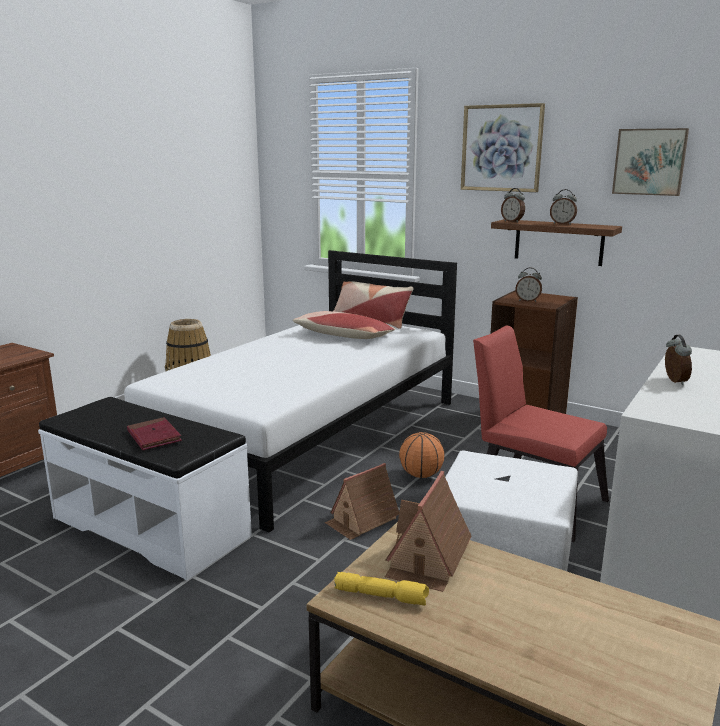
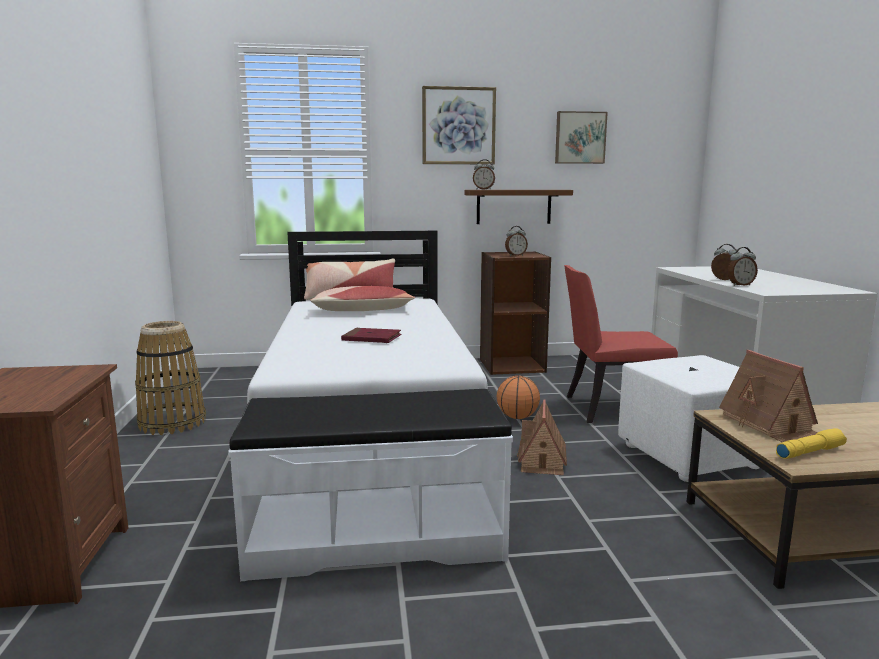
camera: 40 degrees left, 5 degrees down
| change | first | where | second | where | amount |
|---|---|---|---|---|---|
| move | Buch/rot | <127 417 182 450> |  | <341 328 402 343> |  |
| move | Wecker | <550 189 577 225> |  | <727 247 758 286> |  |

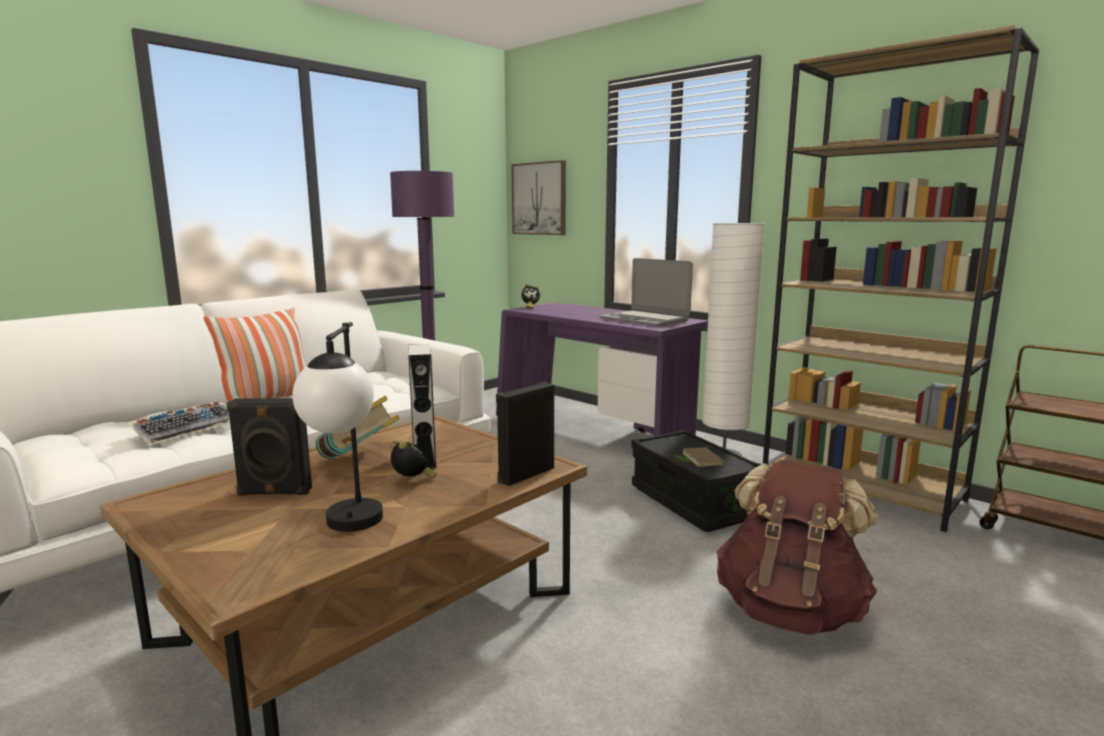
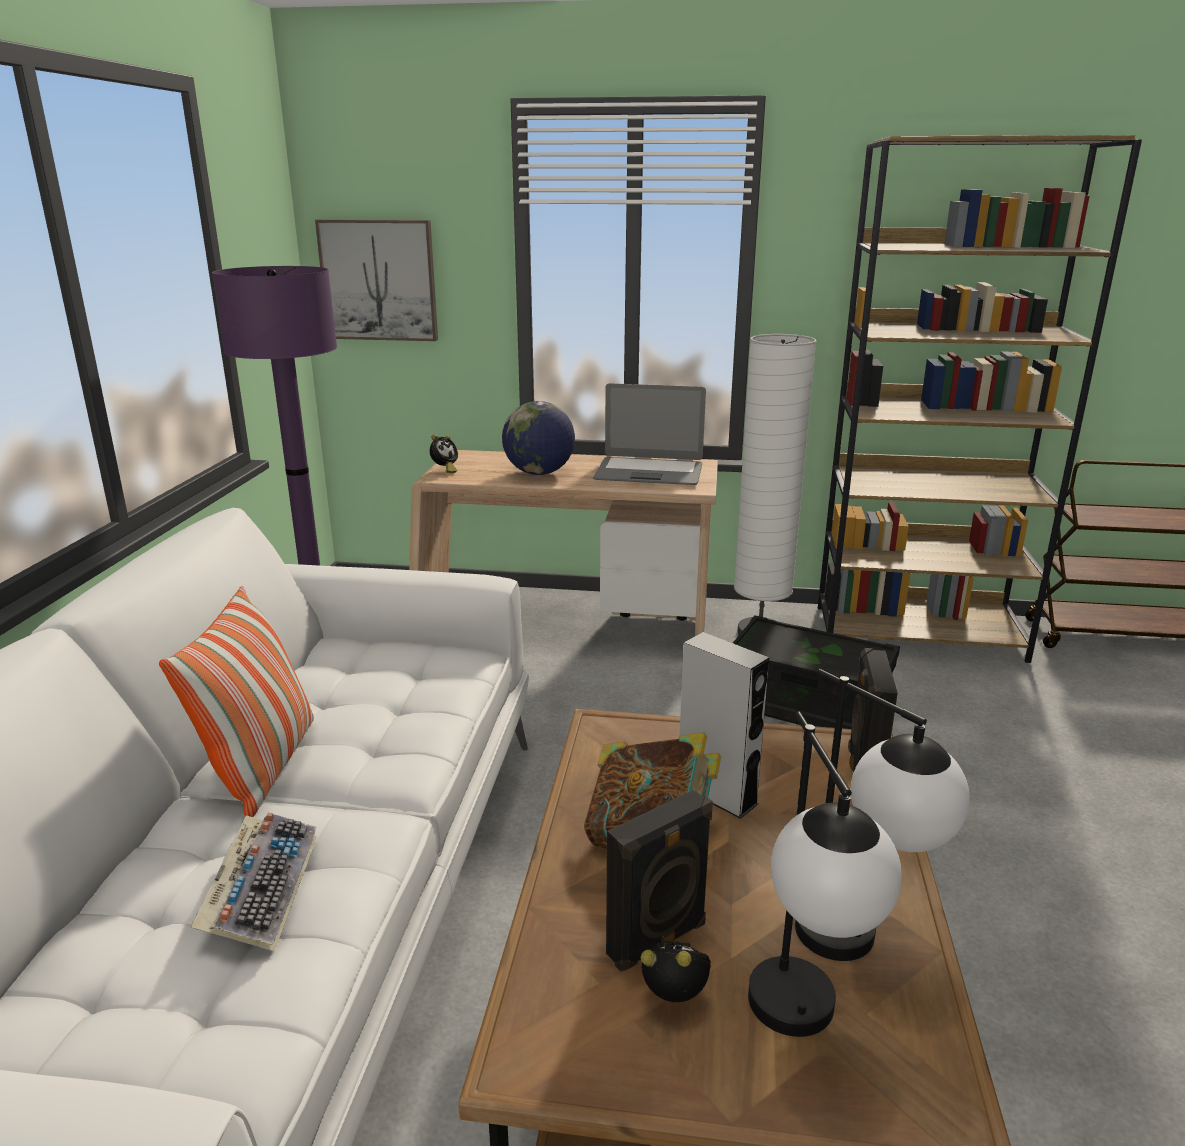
camera: 35 degrees left, 10 degrees up
| change | first | where | second | where | amount |
|---|---|---|---|---|---|
| delete | Buch/braun | <683 446 725 467> |  |  |  |
| delete | Rucksack/braun | <716 460 878 635> |  |  |  |
| insert |  |  | Globus | <502 401 575 475> |  |
| insert |  |  | Tischlampe | <748 712 902 1037> |  |
| move | Wecker | <390 441 437 478> |  | <641 940 711 1002> |  |
| recolor | Schreibtisch/lila | <496 302 708 436> | Schreibtisch/beige | <409 450 718 636> |  |

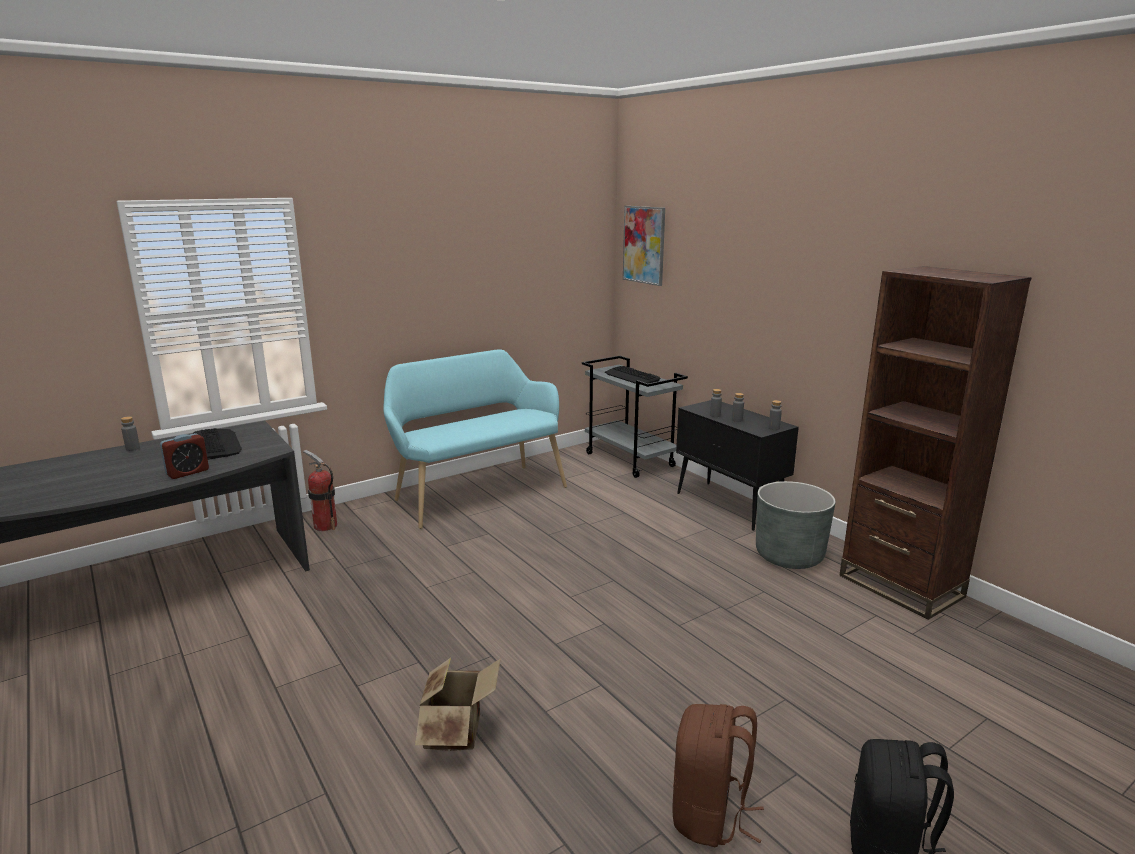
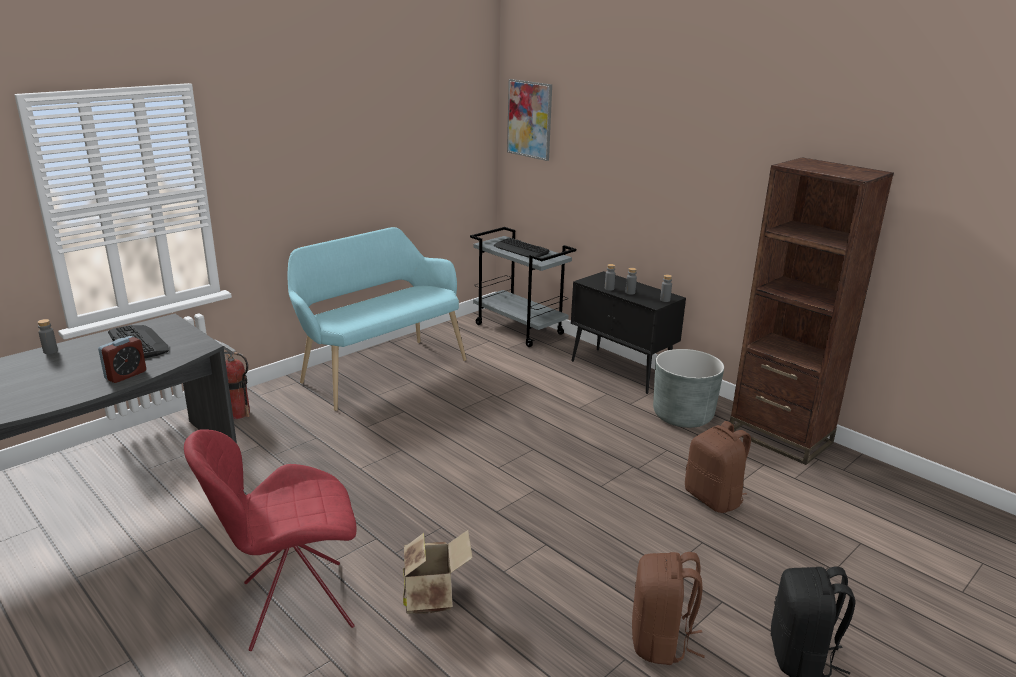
camera: 10 degrees left, 5 degrees up
| change | first | where | second | where | amount |
|---|---|---|---|---|---|
| insert |  |  | Stuhl/rot | <184 429 356 651> |  |
| insert |  |  | Rucksack/braun | <685 421 751 513> |  |

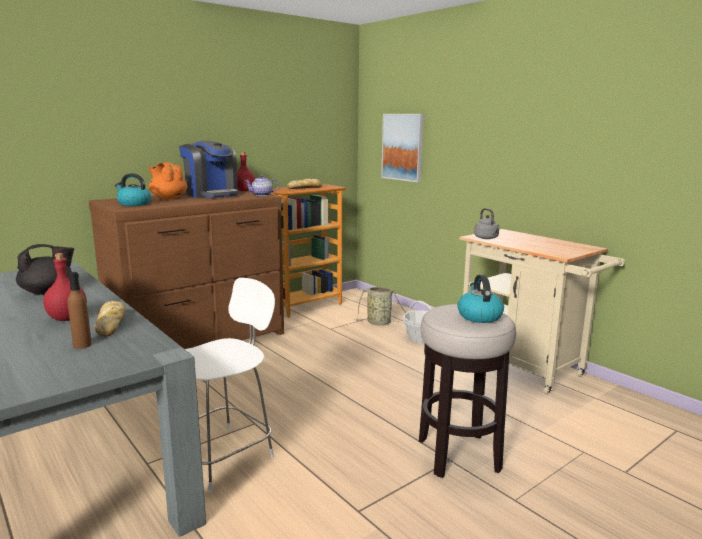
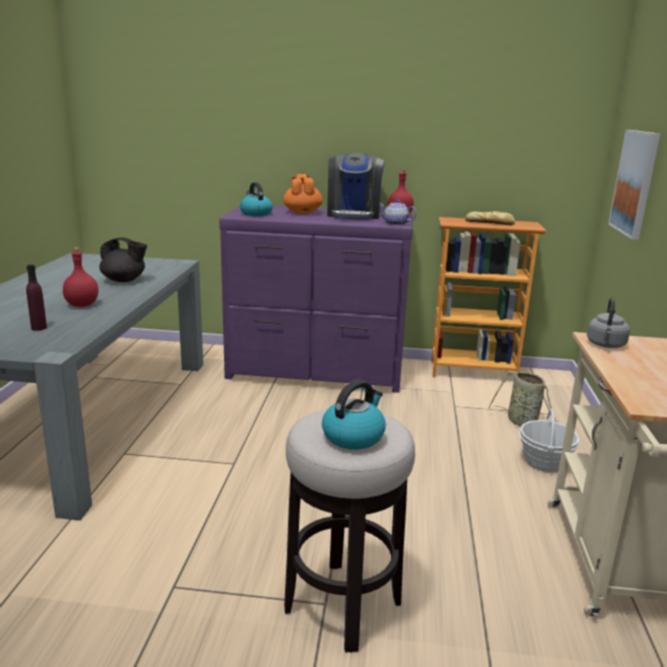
camera: 45 degrees right, 5 degrees up
| change | first | where | second | where | amount |
|---|---|---|---|---|---|
| delete | Brot | <95 301 125 337> |  |  |  |
| delete | Stuhl/weiß | <185 278 275 493> |  |  |  |
| recolor | Flasche/braun | <68 272 92 349> | Flasche/lila | <26 264 47 331> |  |
| recolor | Kommode/braun | <89 191 284 349> | Kommode/lila | <219 206 412 393> |  |

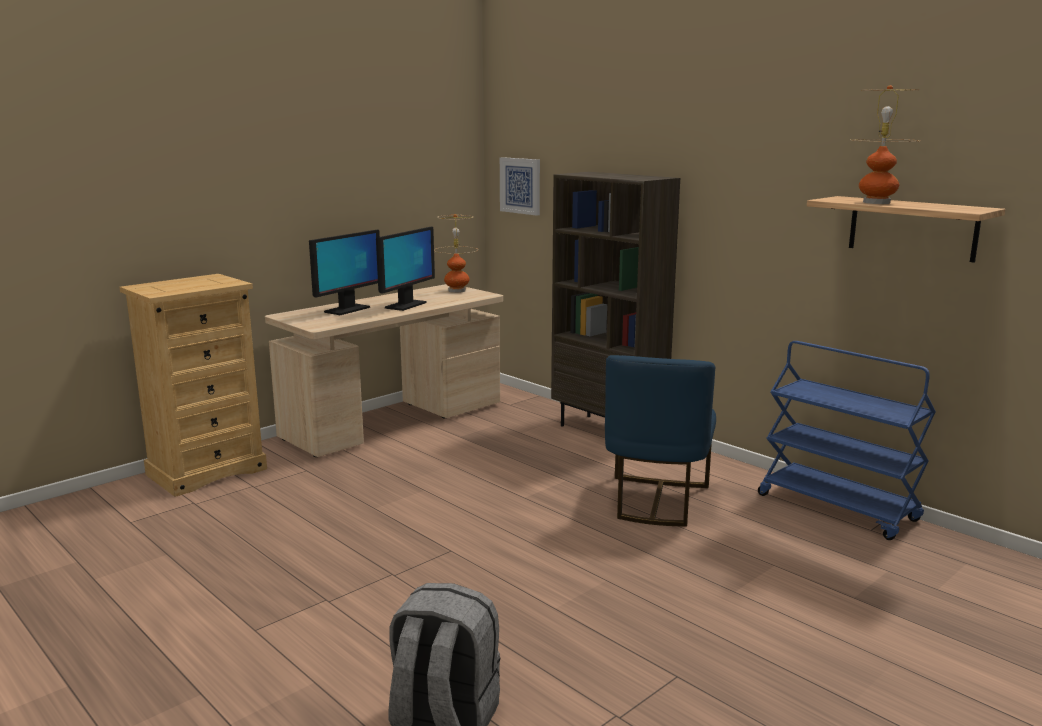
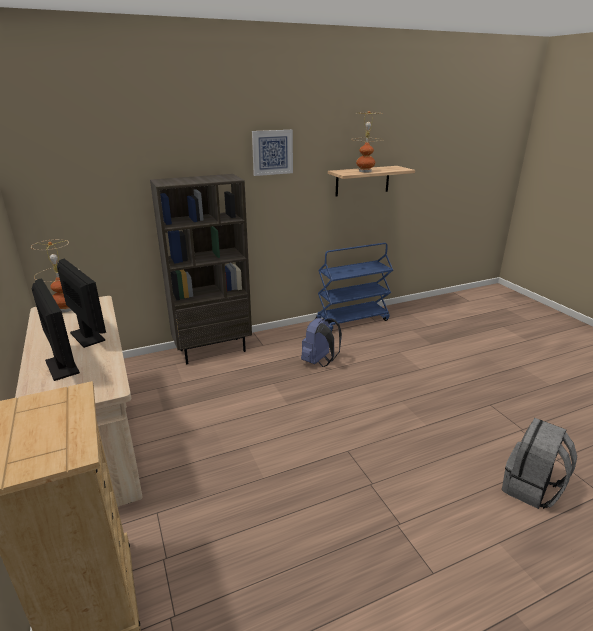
camera: 70 degrees left, 10 degrees up
| change | first | where | second | where | amount |
|---|---|---|---|---|---|
| move | Bild | <500 157 540 216> |  | <252 130 293 176> |  |
| replace | Stuhl/blau | <605 355 716 527> | Rucksack/blau | <301 318 342 367> |  |

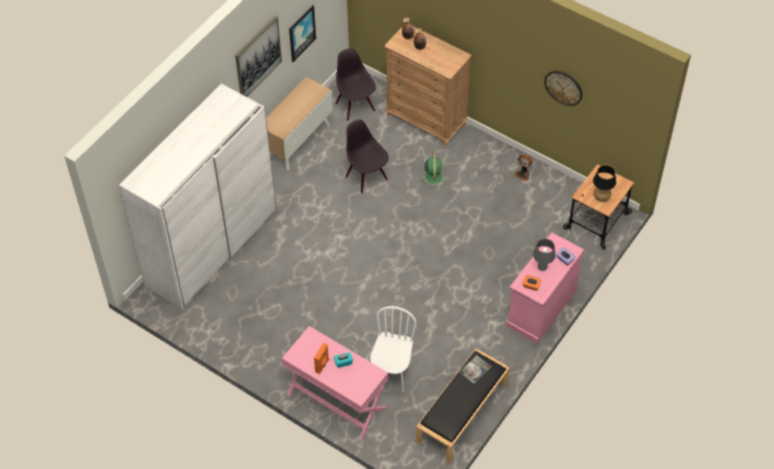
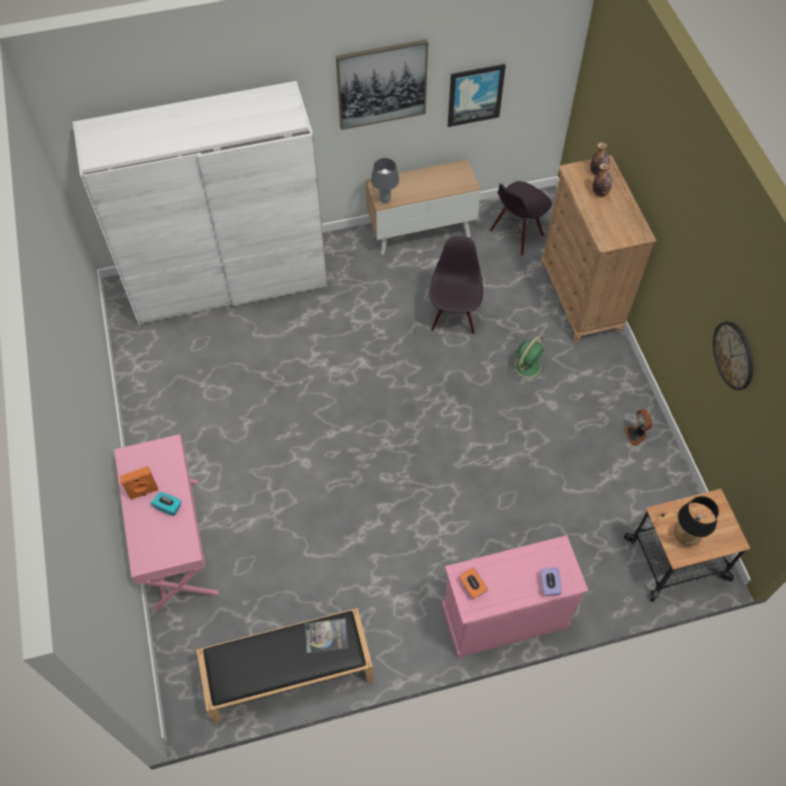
camera: 40 degrees right, 5 degrees up
| change | first | where | second | where | amount |
|---|---|---|---|---|---|
| delete | Stuhl/weiß | <370 306 417 392> |  |  |  |
| move | Tischlampe/grau | <533 239 556 271> |  | <371 158 399 203> |  |
| rotate | Stuhl/schwarz | <336 48 376 121> |  | <490 181 552 256> | 150 degrees counterclockwise |

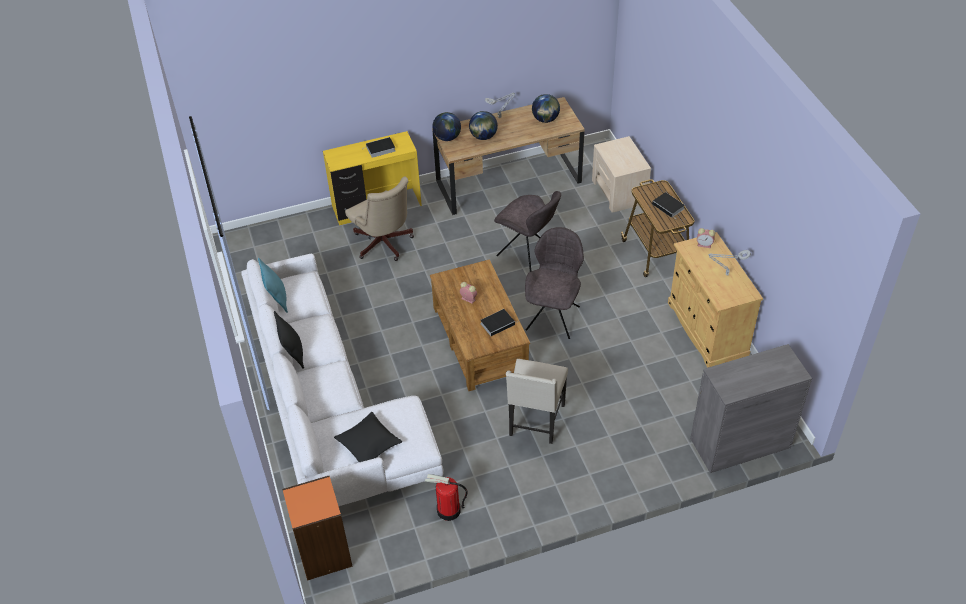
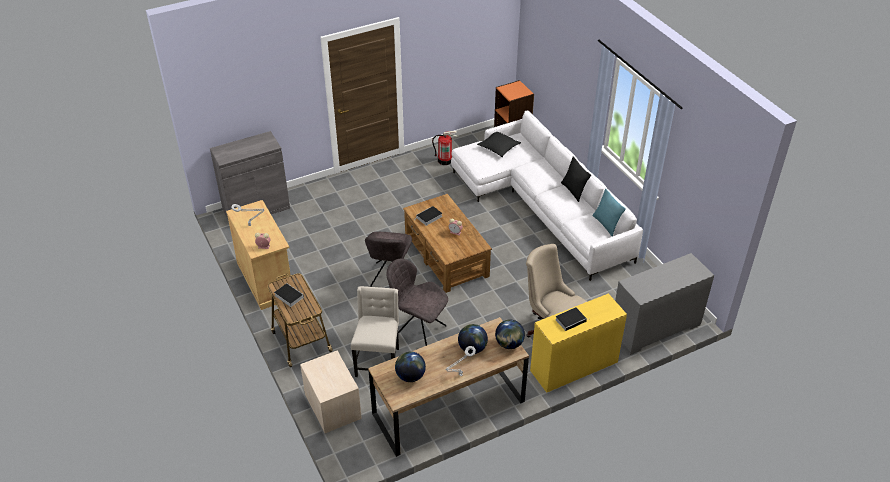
camera: 170 degrees right, 5 degrees down
| change | first | where | second | where | amount |
|---|---|---|---|---|---|
| insert |  |  | Kommode/grau | <615 253 714 355> |  |
| move | Stuhl/beige | <506 359 568 444> |  | <351 286 399 377> |  |

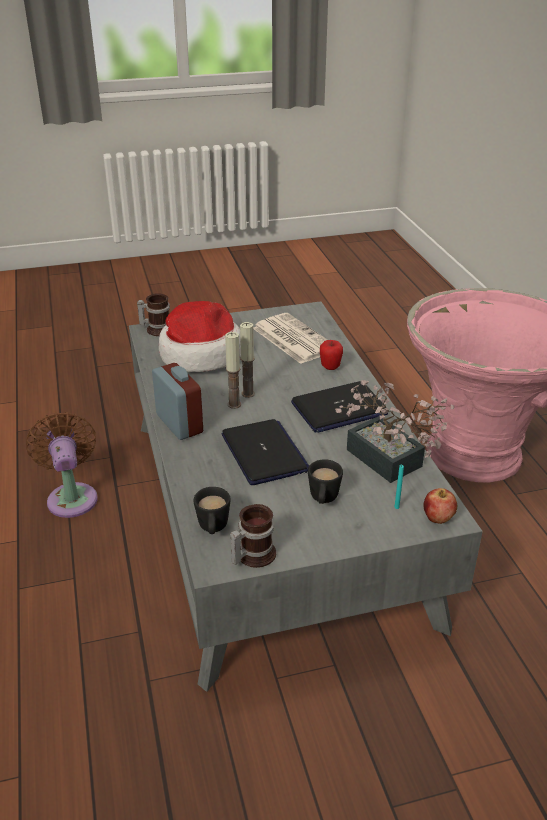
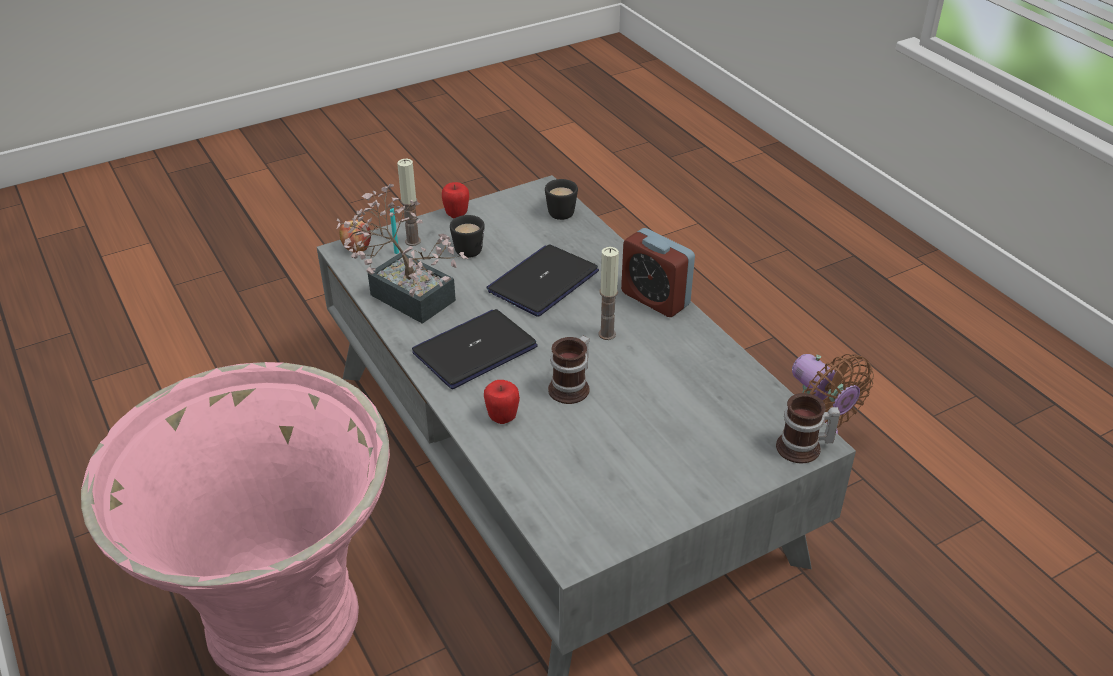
camera: 165 degrees right, 5 degrees up
| change | first | where | second | where | amount |
|---|---|---|---|---|---|
| delete | Hut | <159 301 241 372> |  |  |  |
| delete | Zeitung | <253 313 328 364> |  |  |  |
| insert |  |  | Apfel | <442 182 469 219> |  |
| move | Henkelbecher | <230 504 276 568> |  | <548 336 590 404> |  |
| move | Kerze | <240 322 255 398> |  | <397 159 421 246> |  |
| rotate | Laptop | <222 419 309 485> |  | <486 245 599 317> | 75 degrees clockwise |

